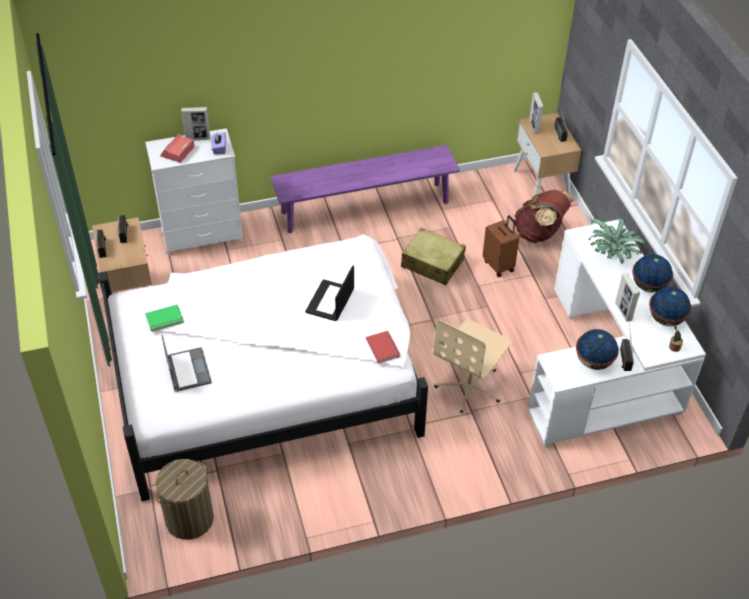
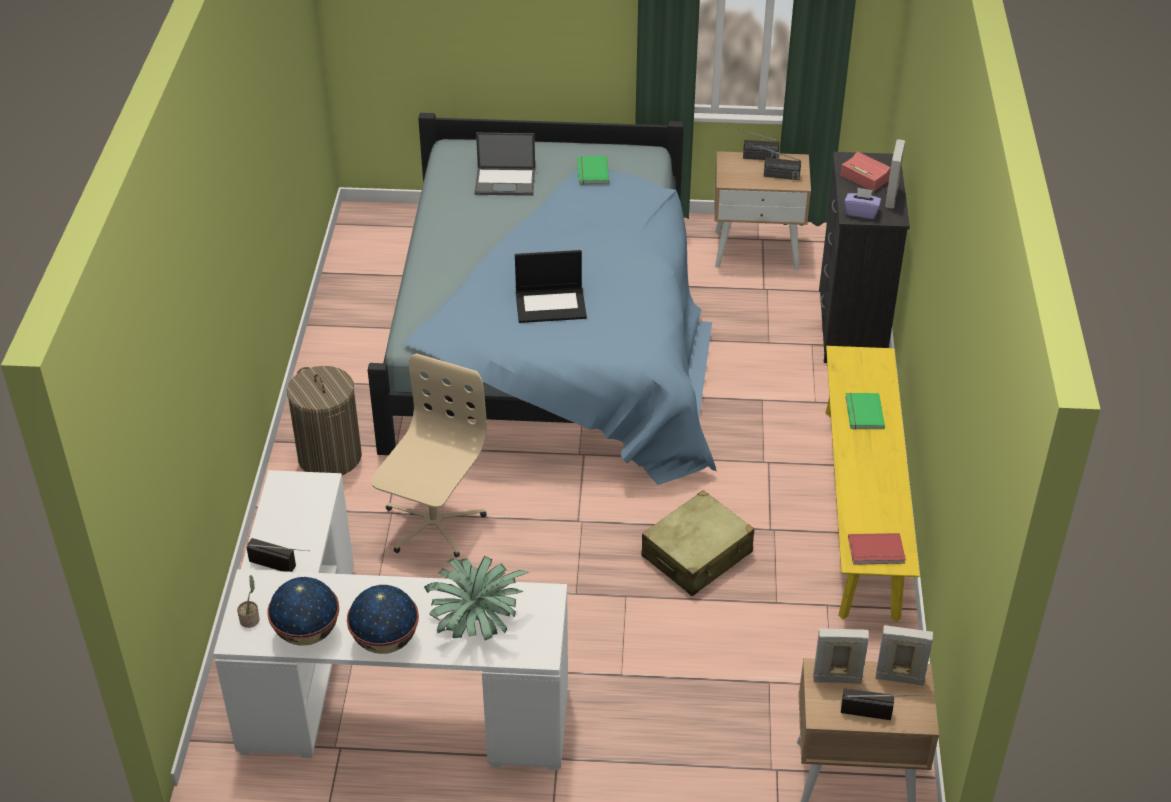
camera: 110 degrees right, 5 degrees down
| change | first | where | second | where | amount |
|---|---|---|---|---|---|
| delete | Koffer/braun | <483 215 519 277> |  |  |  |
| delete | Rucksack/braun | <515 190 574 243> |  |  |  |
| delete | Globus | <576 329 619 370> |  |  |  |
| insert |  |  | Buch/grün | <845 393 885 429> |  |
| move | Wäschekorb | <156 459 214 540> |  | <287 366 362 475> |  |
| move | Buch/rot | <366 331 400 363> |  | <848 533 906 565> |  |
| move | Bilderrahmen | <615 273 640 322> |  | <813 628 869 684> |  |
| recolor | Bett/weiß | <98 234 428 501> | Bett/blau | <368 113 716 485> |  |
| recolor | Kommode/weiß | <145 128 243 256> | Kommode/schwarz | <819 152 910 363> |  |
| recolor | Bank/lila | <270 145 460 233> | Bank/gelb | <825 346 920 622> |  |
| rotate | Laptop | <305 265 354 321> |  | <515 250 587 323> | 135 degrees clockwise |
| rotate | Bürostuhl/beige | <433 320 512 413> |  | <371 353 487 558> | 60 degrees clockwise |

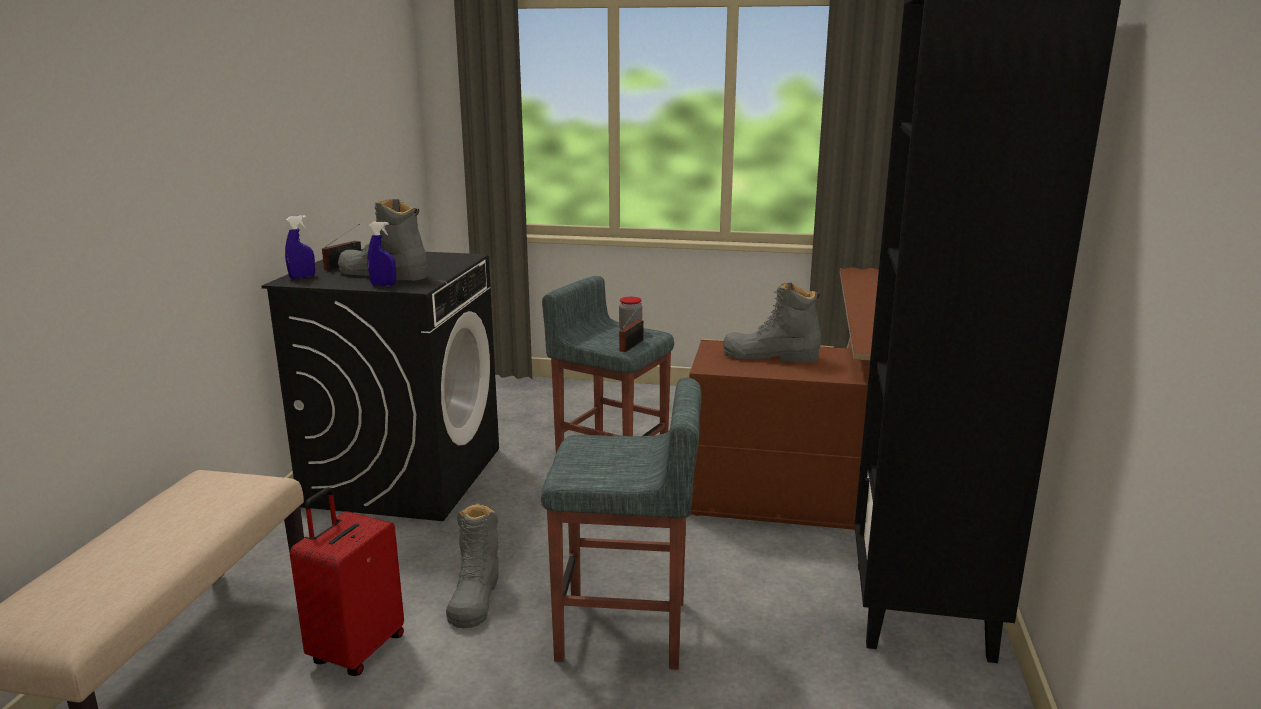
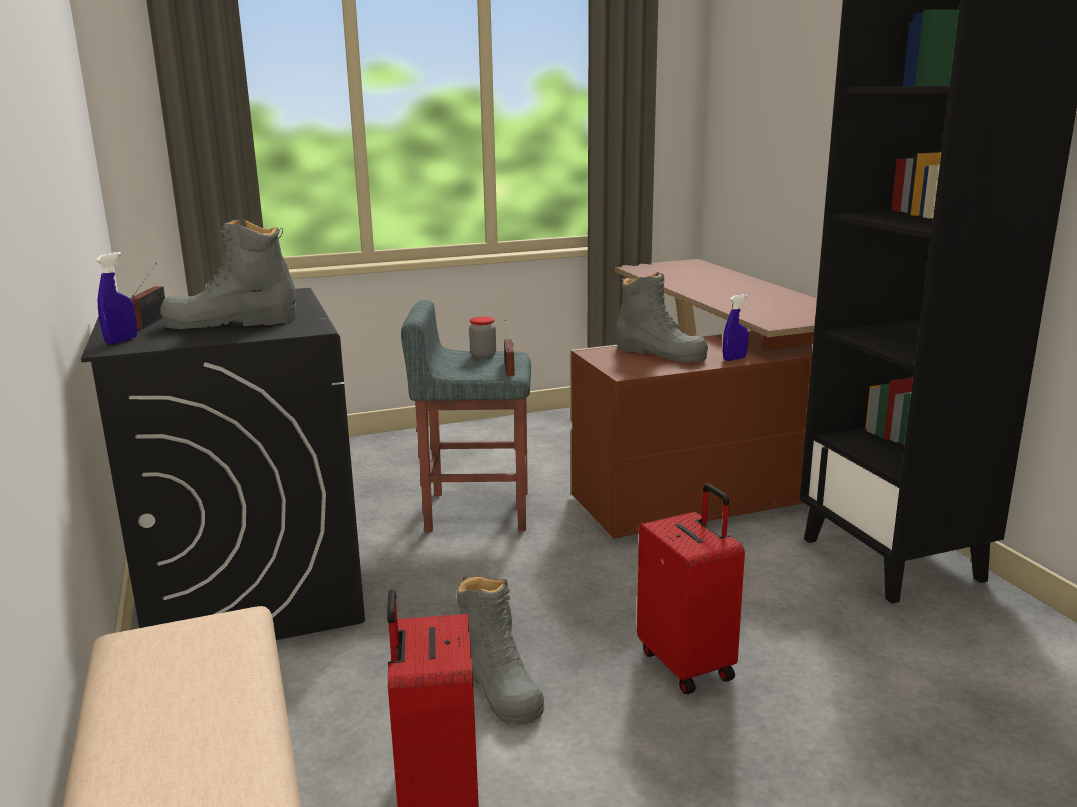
camera: 30 degrees left, 0 degrees up
| change | first | where | second | where | amount |
|---|---|---|---|---|---|
| move | Sprühflasche/blau | <367 222 396 286> |  | <723 294 749 361> |  |
| replace | Hocker/grau | <541 378 701 670> | Koffer/rot | <637 484 745 694> |  |
| rotate | Stiefel/grau | <723 283 821 363> |  | <617 272 708 363> | 120 degrees counterclockwise |

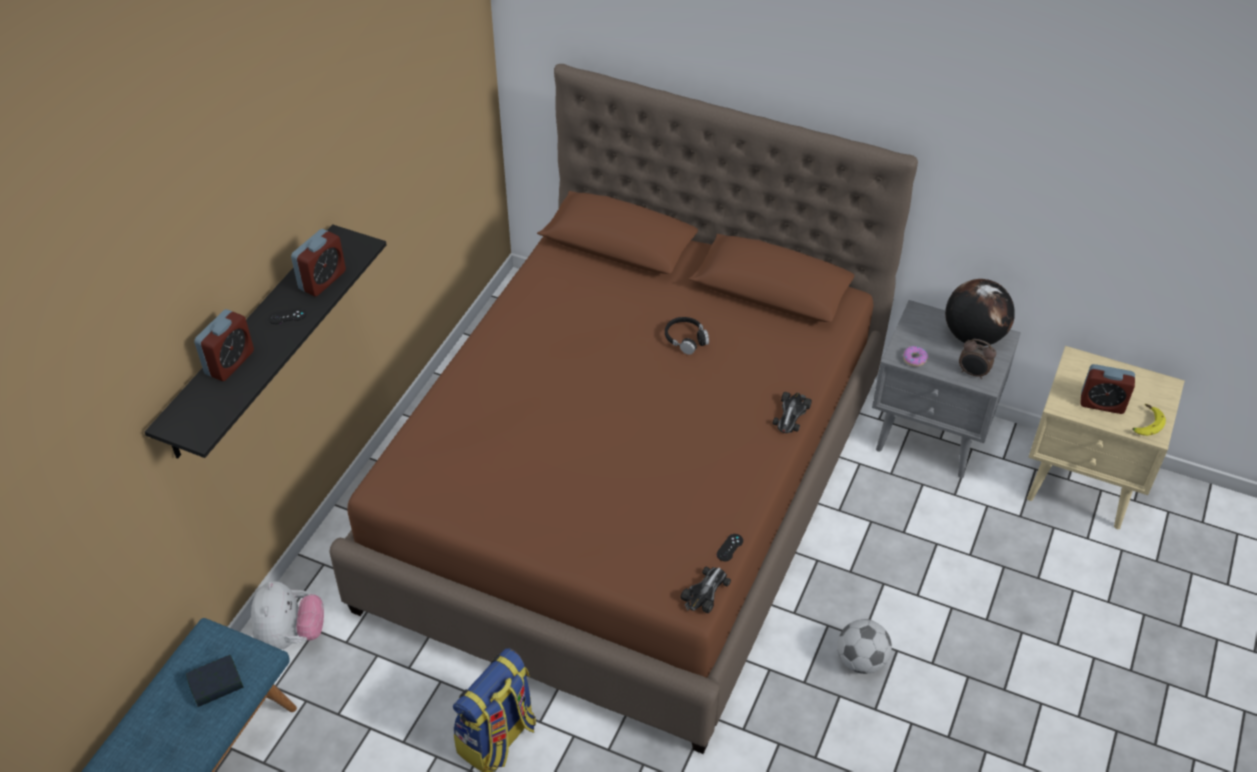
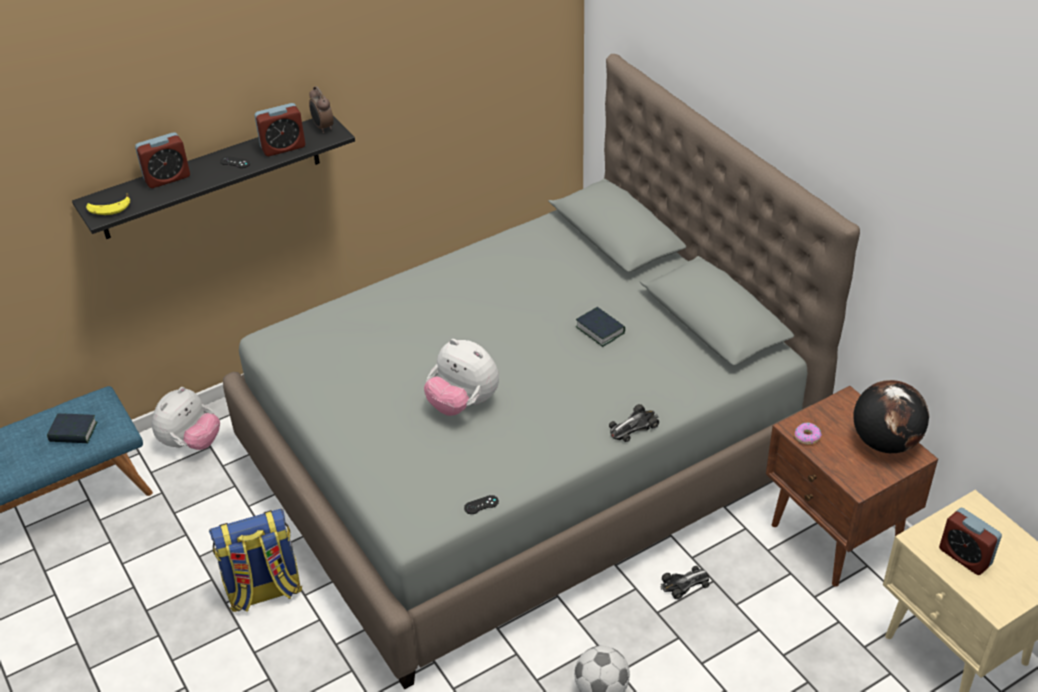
camera: 35 degrees right, 5 degrees down
| change | first | where | second | where | amount |
|---|---|---|---|---|---|
| insert |  |  | Plüschtier | <424 339 499 416> |  |
| move | Spielzeugauto | <680 566 731 613> |  | <661 566 709 599> |  |
| move | Wecker | <959 339 996 379> |  | <309 86 334 133> |  |
| move | Banane | <1133 404 1166 436> |  | <86 193 130 215> |  |
| replace | Kopfhörer/schwarz | <665 317 709 355> | Buch | <576 307 625 347> |  |
| recolor | Bett/braun | <329 64 918 754> | Bett/grau | <223 54 860 689> |  |
| recolor | Nachttisch/grau | <872 300 1021 478> | Nachttisch/braun | <766 386 938 587> |  |

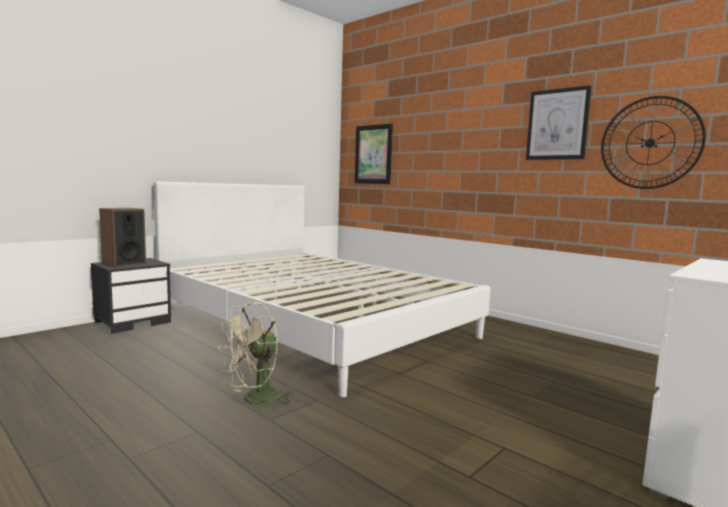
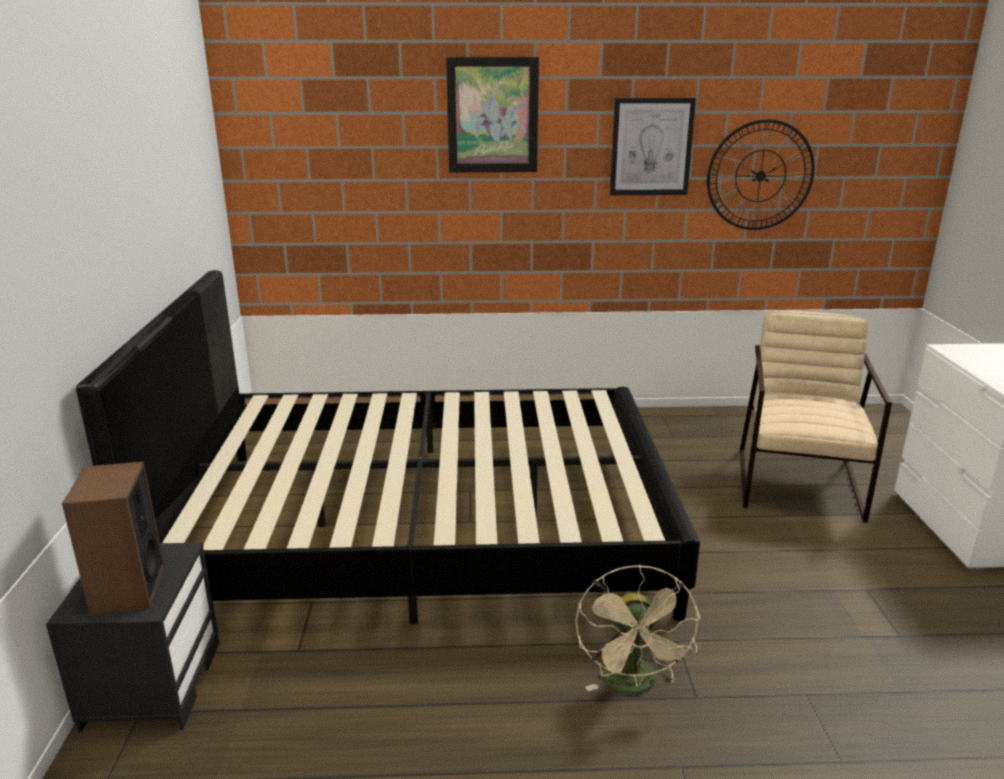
camera: 45 degrees left, 15 degrees up
| change | first | where | second | where | amount |
|---|---|---|---|---|---|
| insert |  |  | Sessel/beige | <740 311 892 523> |  |
| move | Bild | <355 123 393 184> |  | <446 57 539 172> |  |
| recolor | Bett/weiß | <153 181 490 397> | Bett/schwarz | <76 270 700 624> |  |

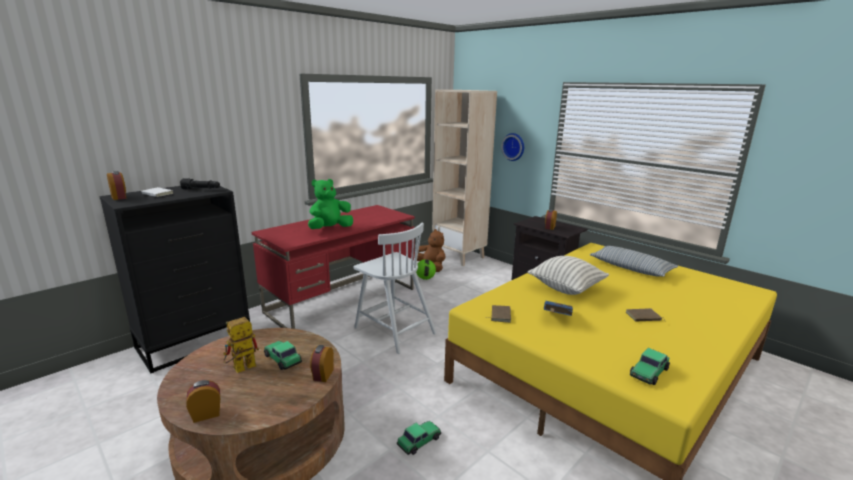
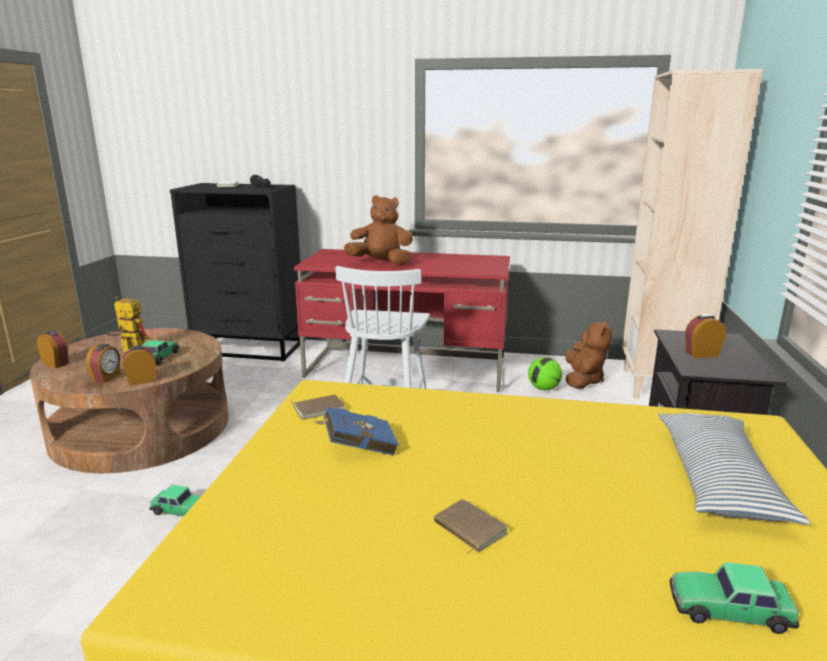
camera: 55 degrees right, 0 degrees up
| change | first | where | second | where | amount |
|---|---|---|---|---|---|
| delete | Wanduhr | <501 133 524 161> |  |  |  |
| delete | Kissen | <527 256 609 295> |  |  |  |
| move | Wecker | <107 171 127 200> |  | <86 344 120 383> |  |
| move | Spielzeugauto | <630 348 670 385> |  | <669 562 799 634> |  |
| recolor | Plüschtier/grün | <308 179 353 229> | Plüschtier/braun | <344 195 413 265> |  |

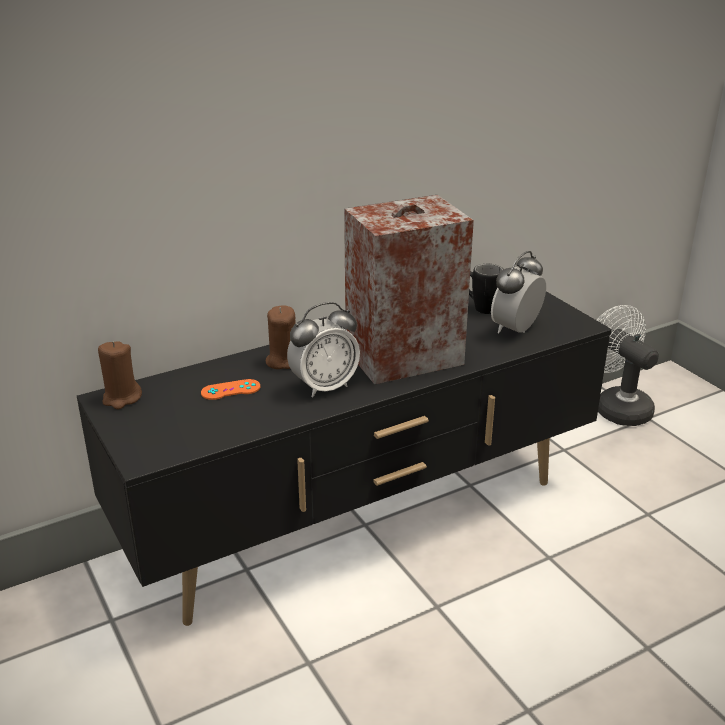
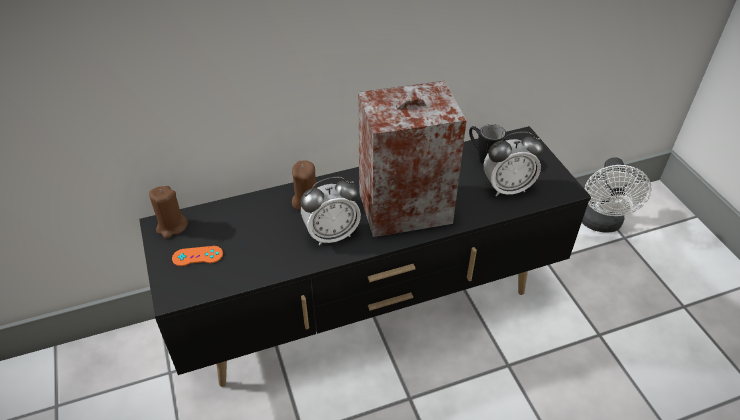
camera: 10 degrees right, 15 degrees up
| change | first | where | second | where | amount |
|---|---|---|---|---|---|
| move | Gamepad/orange | <201 379 260 400> |  | <172 246 223 266> |  |
| rotate | Wecker | <491 251 546 333> |  | <484 131 543 196> | 150 degrees counterclockwise |
| rotate | Ventilator/weiß | <597 305 659 426> |  | <582 157 652 233> | 150 degrees counterclockwise |

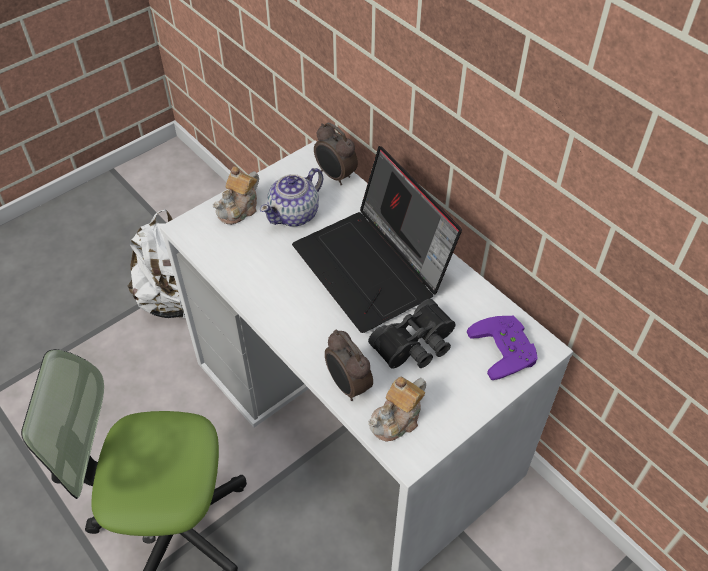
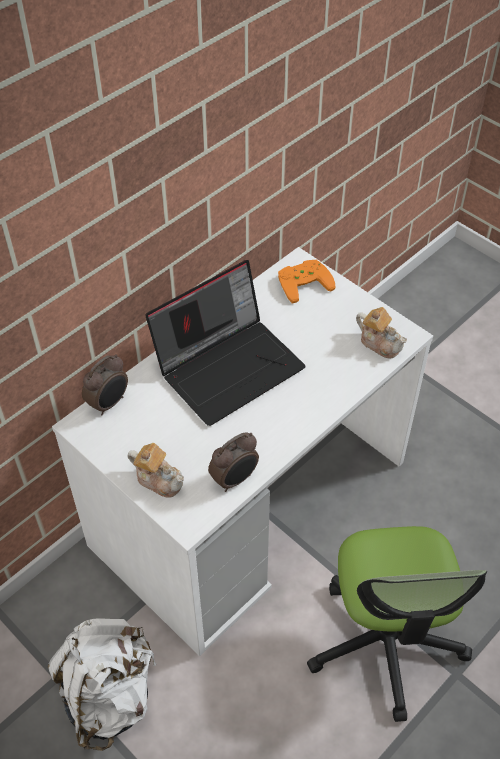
camera: 95 degrees left, 0 degrees up
| change | first | where | second | where | amount |
|---|---|---|---|---|---|
| delete | Teekanne | <260 168 323 227> |  |  |  |
| delete | Fernglas/schwarz | <368 299 456 369> |  |  |  |
| move | Wecker | <325 329 373 401> |  | <208 433 259 492> |  |
| recolor | Gamepad/lila | <467 316 538 380> | Gamepad/orange | <278 260 336 303> |  |

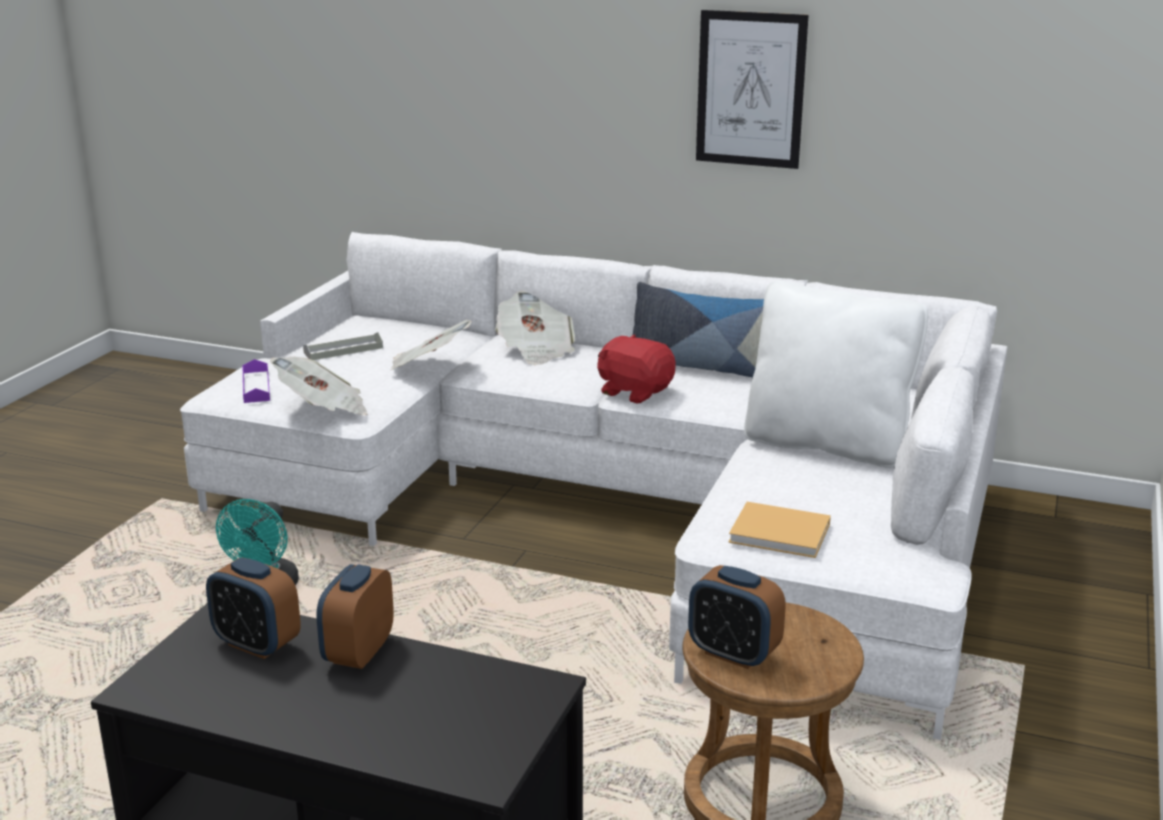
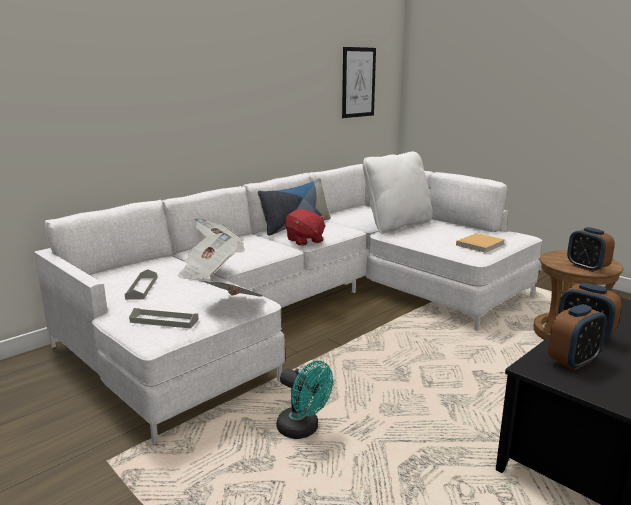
camera: 65 degrees left, 5 degrees down
| change | first | where | second | where | amount |
|---|---|---|---|---|---|
| move | Bild | <696 10 809 169> |  | <342 47 376 118> |  |
| recolor | Tablett/lila | <242 359 270 403> | Tablett/grau | <129 308 199 329> |  |
| rotate | Plüschtier/rot | <597 334 676 404> |  | <285 209 326 246> | 90 degrees counterclockwise |
| rotate | Wecker | <688 565 786 669> |  | <567 227 615 272> | 90 degrees clockwise |

